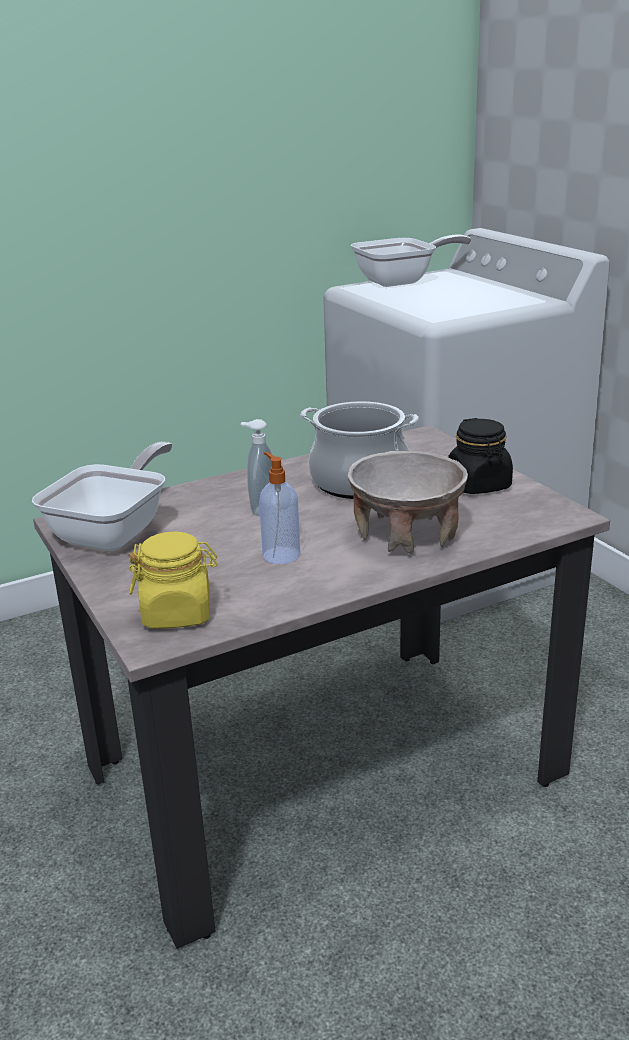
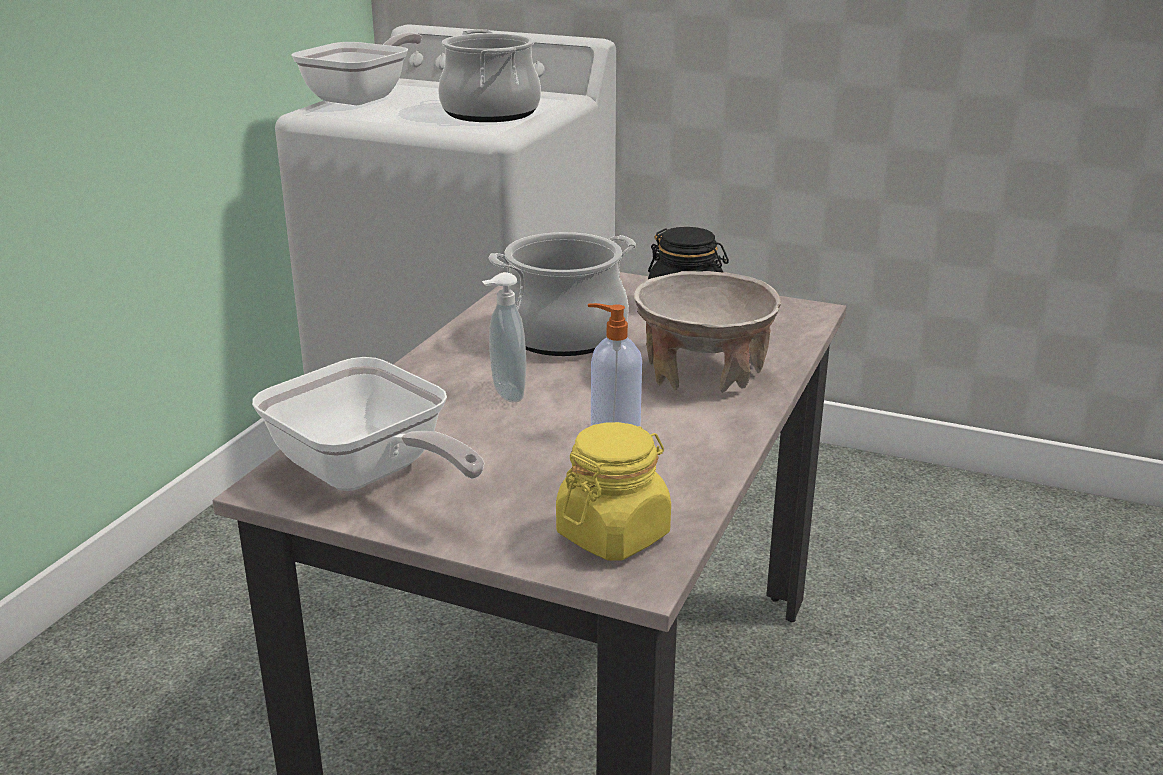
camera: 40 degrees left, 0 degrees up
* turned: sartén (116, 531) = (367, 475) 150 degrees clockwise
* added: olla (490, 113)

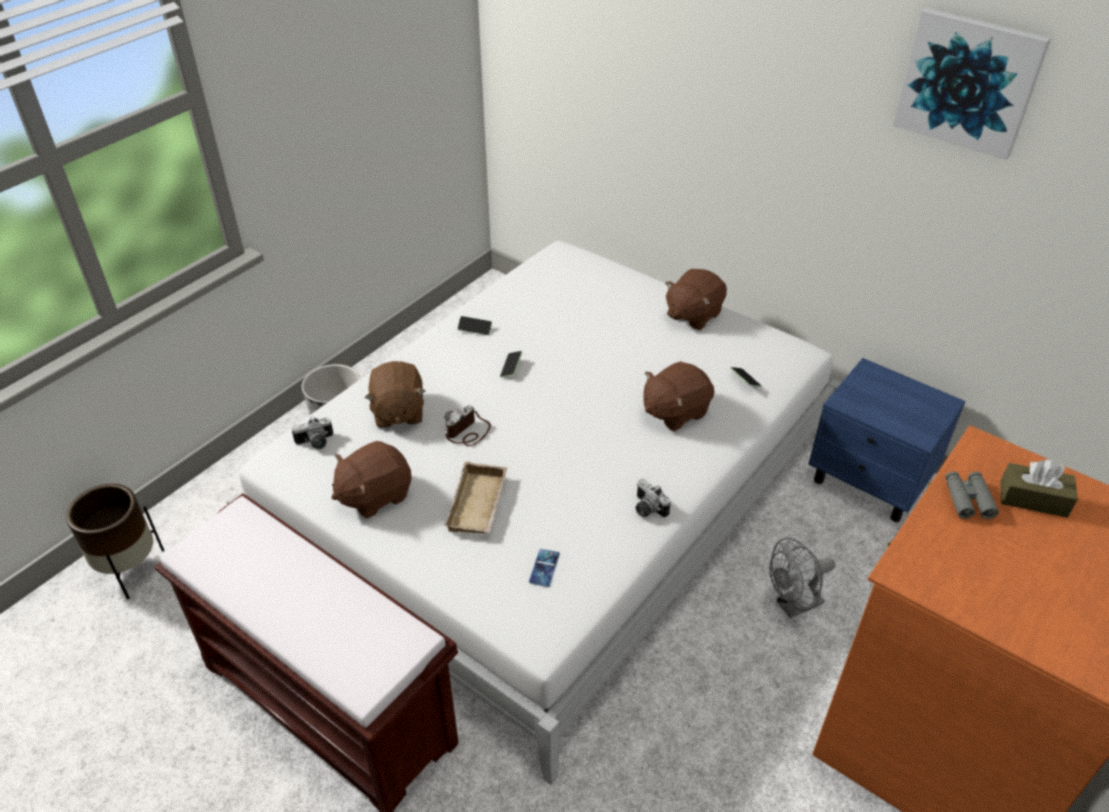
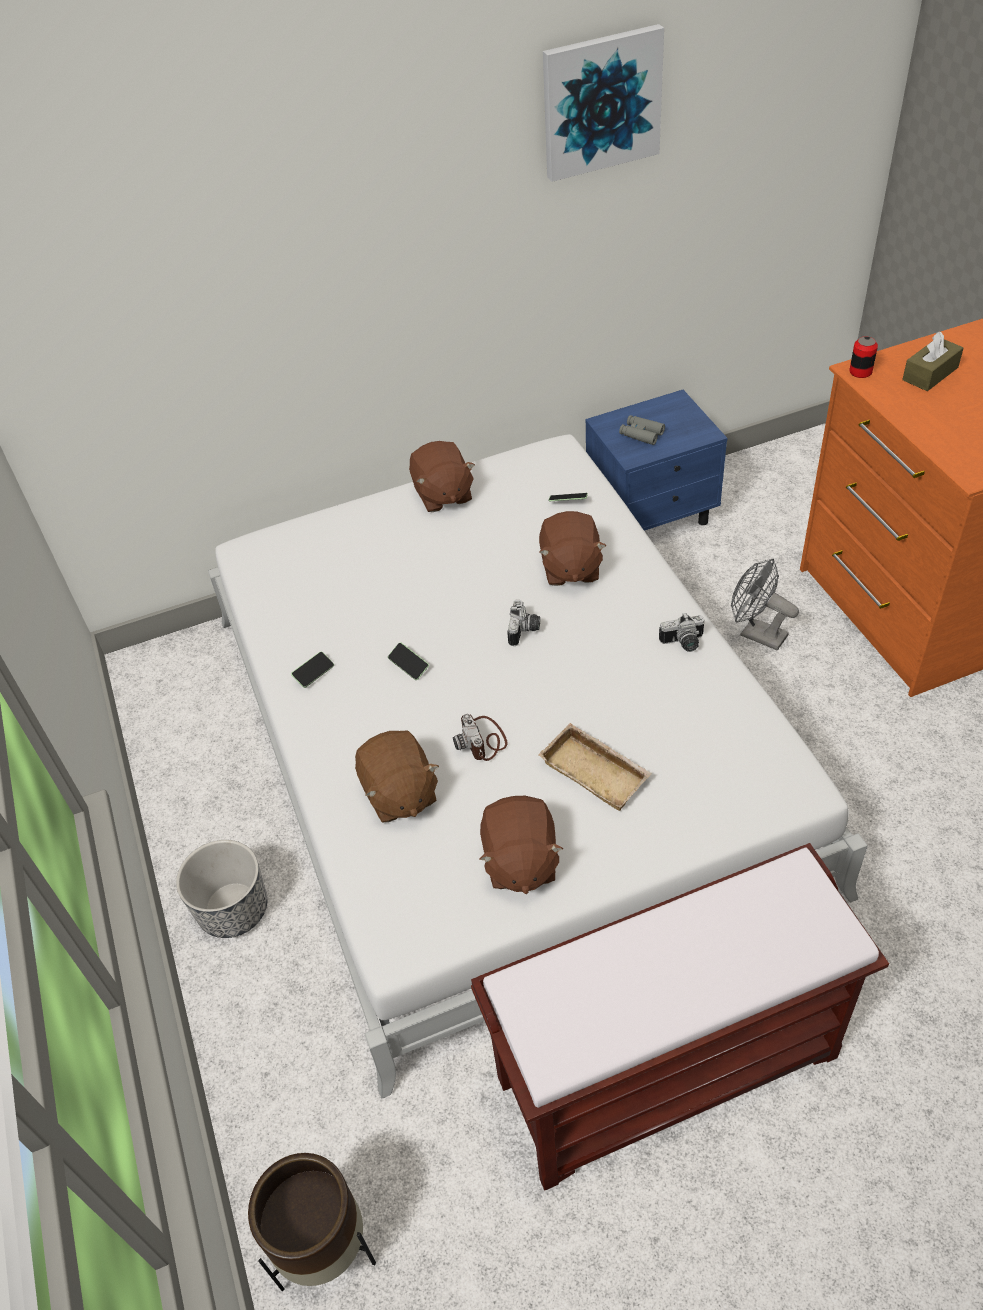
camera: 55 degrees left, 5 degrees up
* turned: peluche [marrón] (398, 412) = (399, 794) 45 degrees clockwise
* moved: cámara (315, 443) to (525, 631)
* moved: prismáticos [gris] (968, 499) to (641, 434)
* turned: ventilador [gris] (793, 606) = (756, 633) 120 degrees clockwise
* added: lata (860, 372)
* removed: móvil (544, 568)

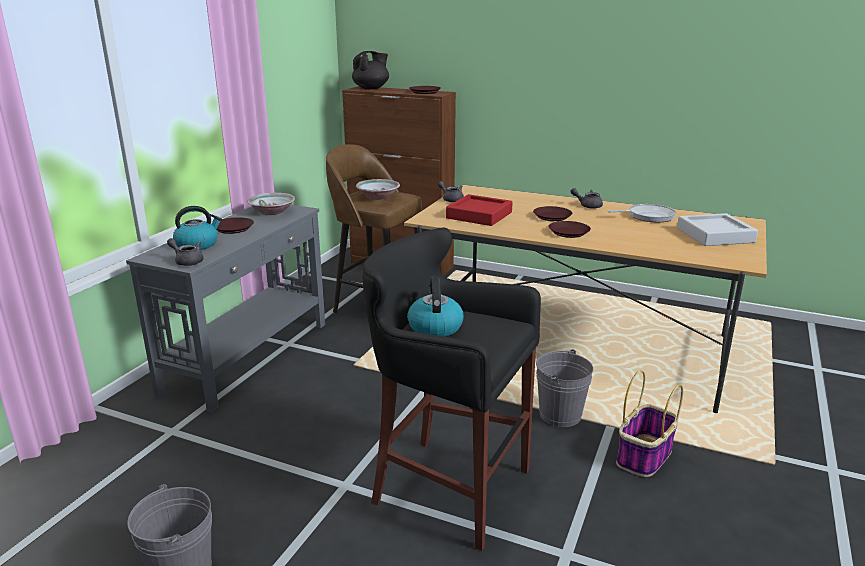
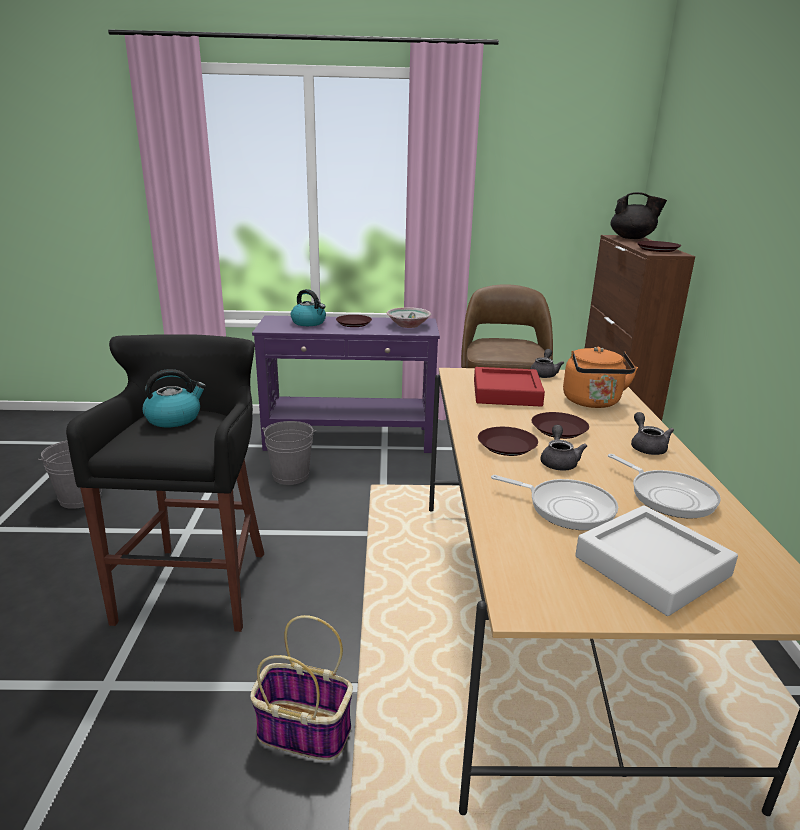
camera: 65 degrees right, 0 degrees up
* recoloured: mesa consola [gris] (249, 356) to mesa consola [morado] (350, 439)
* moved: cubo [gris] (560, 415) to (291, 476)
* added: sartén (566, 507)
* moved: tetera [gris] (187, 261) to (558, 461)
* added: hervidor [naranja] (593, 402)
* removed: cuenco (377, 197)

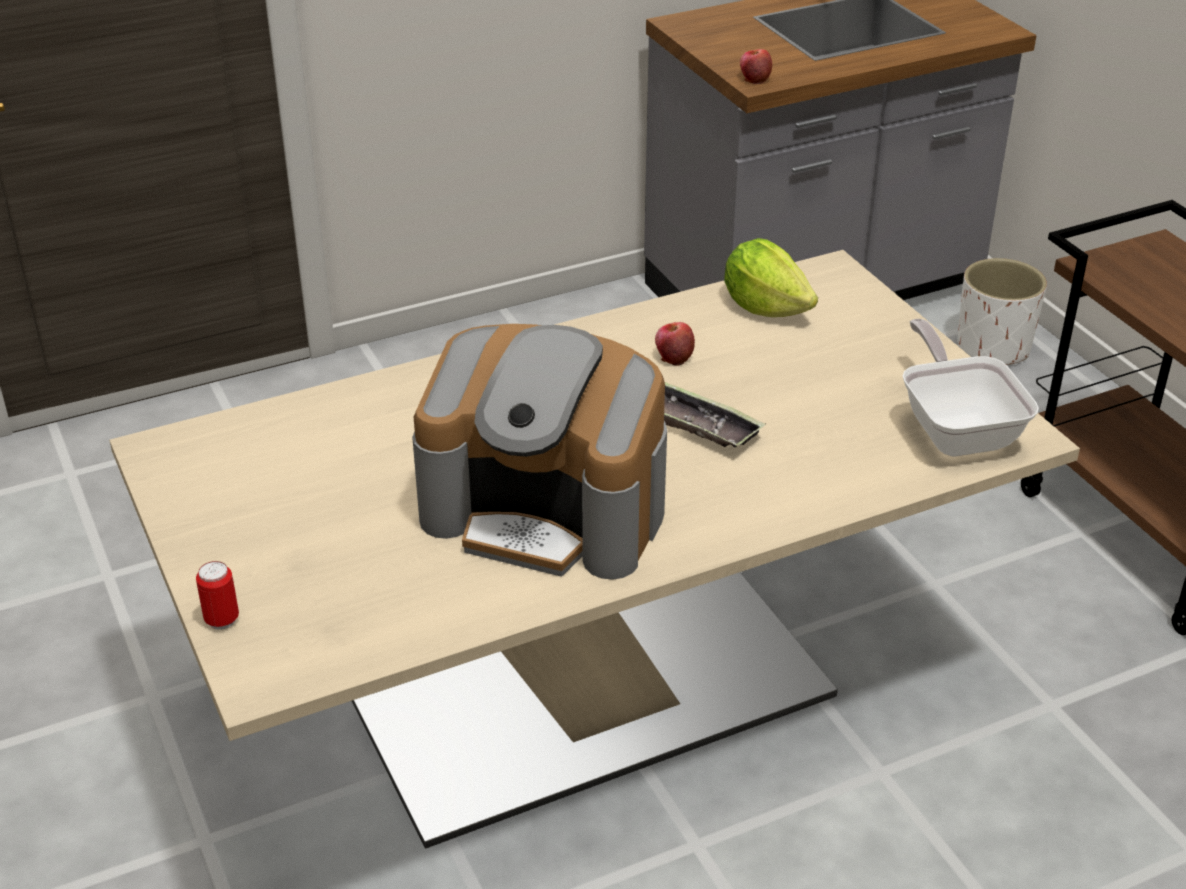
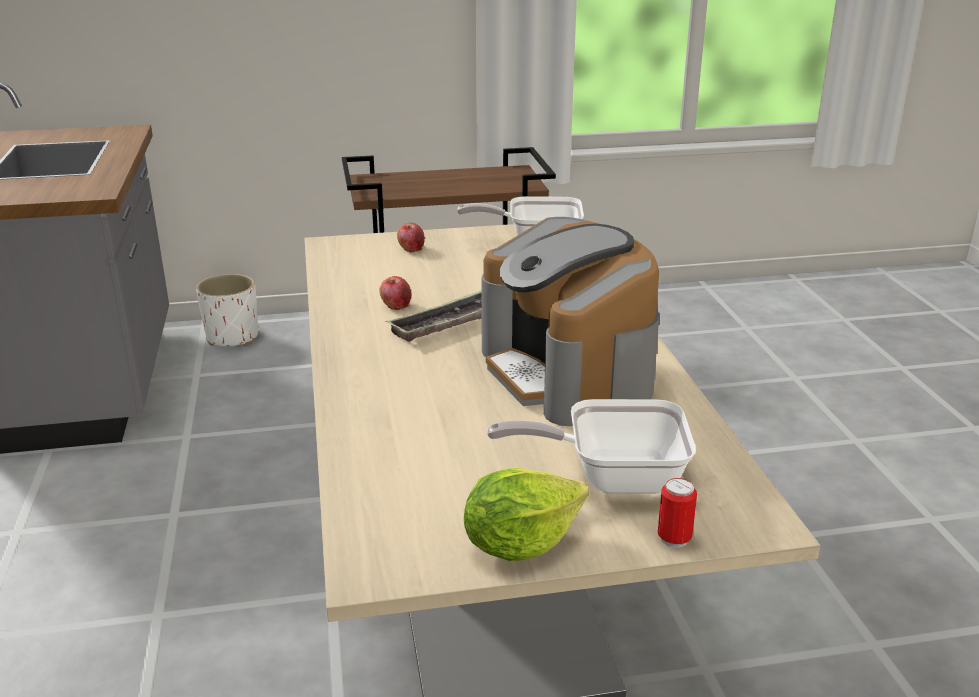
camera: 75 degrees left, 10 degrees down
* moved: manzana (754, 78) to (411, 248)
* moved: lechuga (765, 307) to (520, 543)
* turned: cafetera (547, 511) = (568, 373) 120 degrees clockwise
* added: sartén (611, 477)

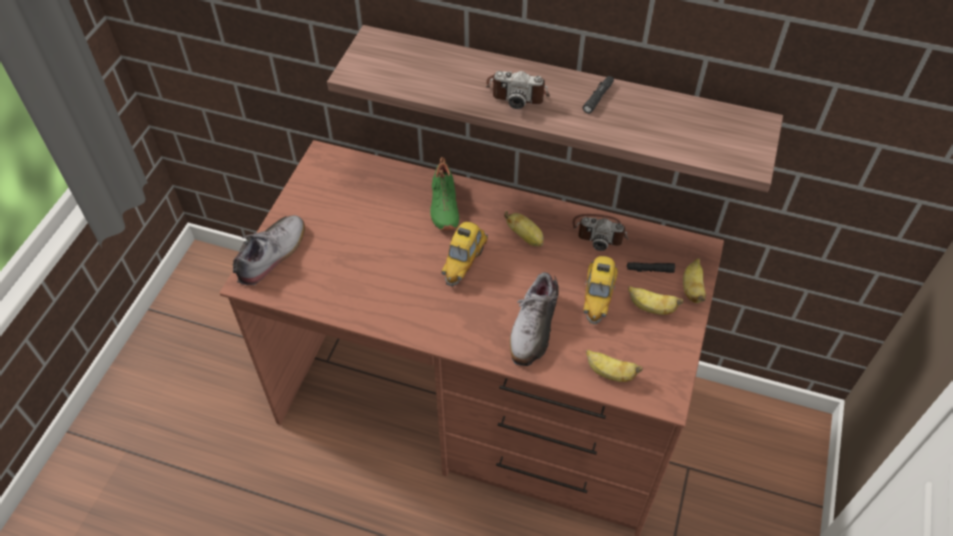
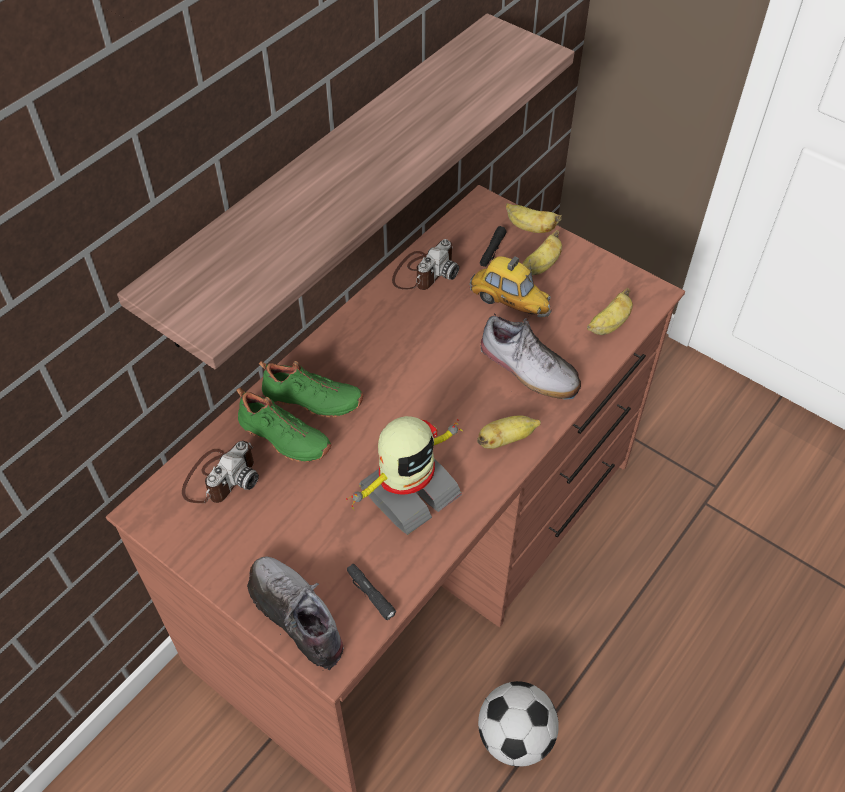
camera: 70 degrees left, 0 degrees up
* moved: cámara (517, 92) to (220, 477)
* added: zapato [verde] (283, 438)
* added: robot de juguete (408, 490)
* moved: linterna [negro] (598, 97) to (370, 594)
* moved: plátano (526, 237) to (506, 440)
* added: balón de fútbol (514, 736)
* removed: coche de juguete (464, 261)

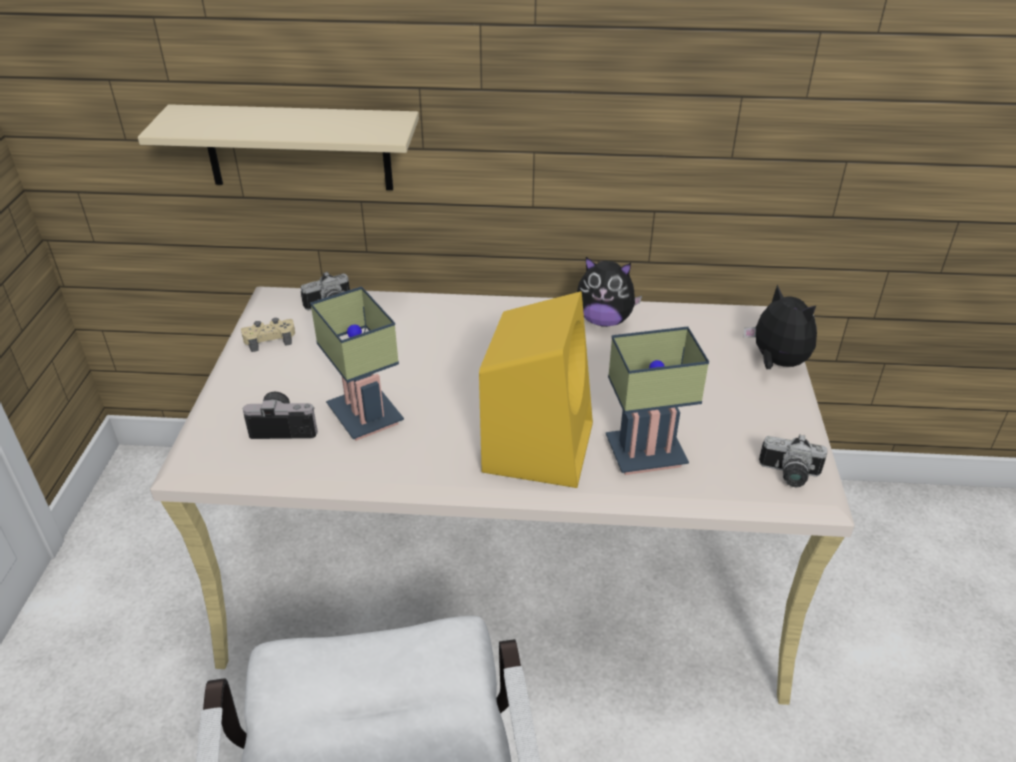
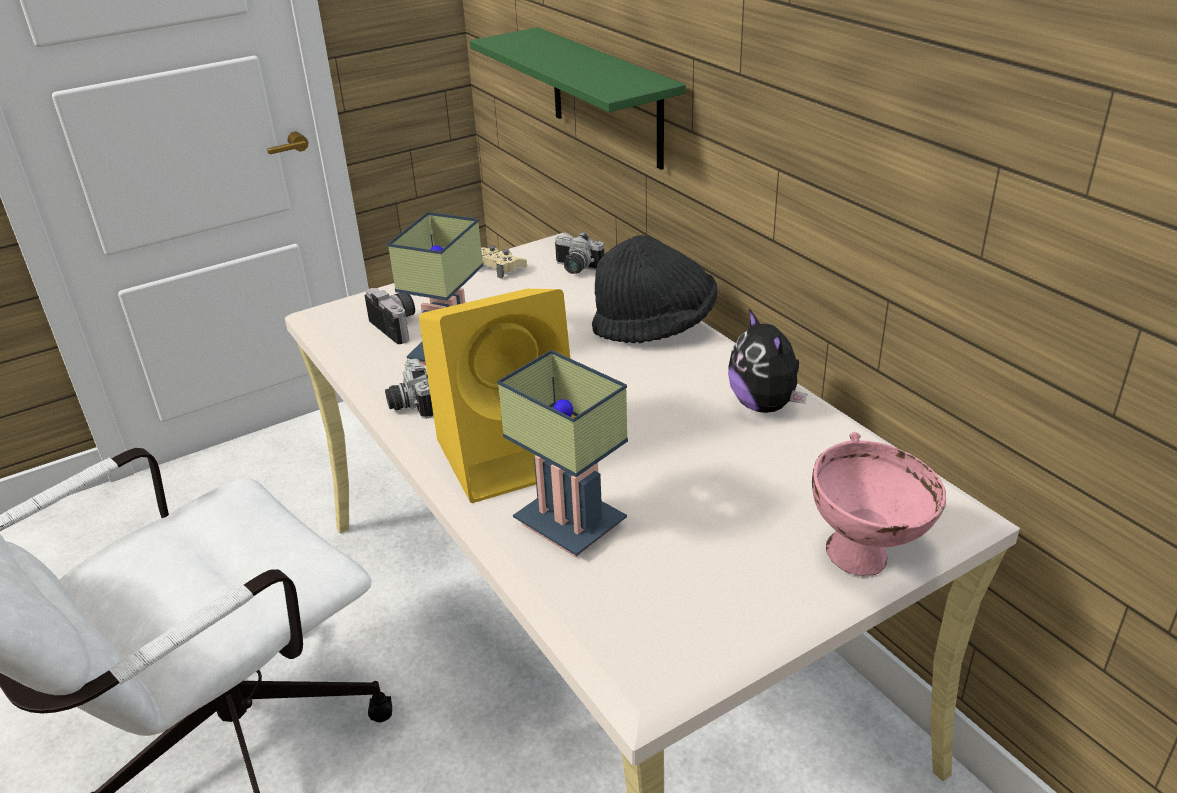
camera: 55 degrees right, 5 degrees down
* moved: cámara (789, 475) to (409, 404)
* recoloured: estante [beis] (298, 148) to estante [verde] (606, 98)
* added: sombrero [negro] (654, 327)
* replaced: peluche (776, 362) to cuenco [rosa] (865, 556)

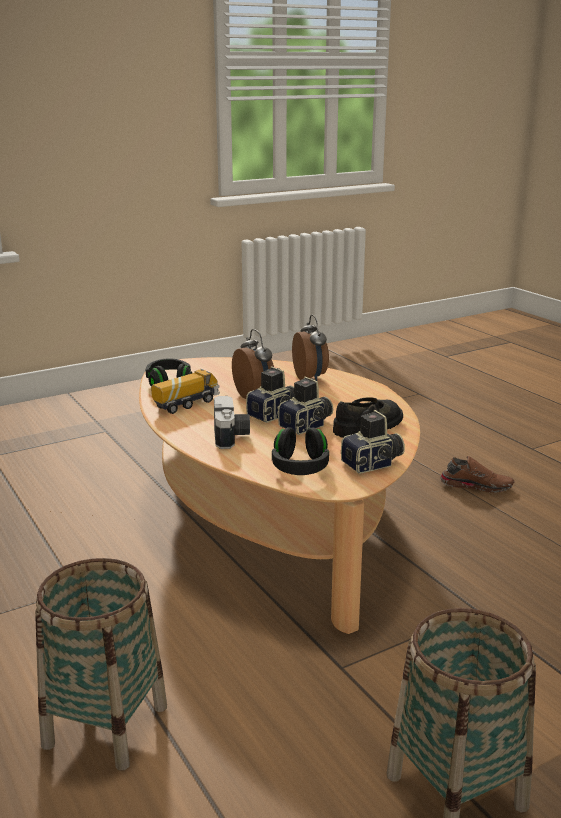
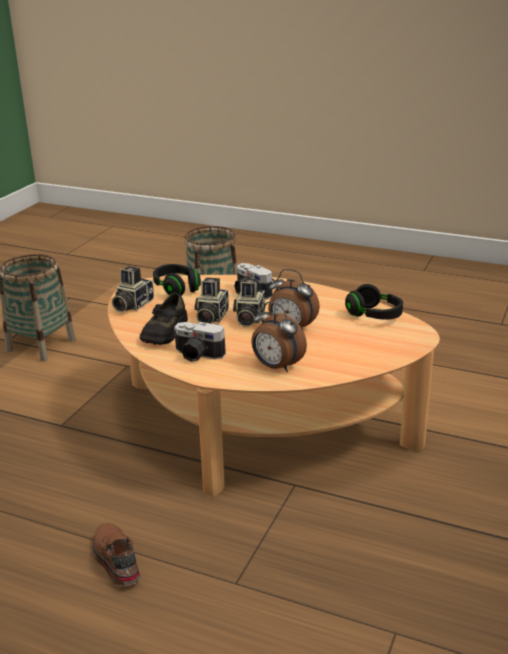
camera: 145 degrees right, 5 degrees up
* turned: zapato [marrón] (476, 485) = (115, 561) 90 degrees clockwise
* added: cámara (197, 355)
* removed: camión de juguete (186, 404)

